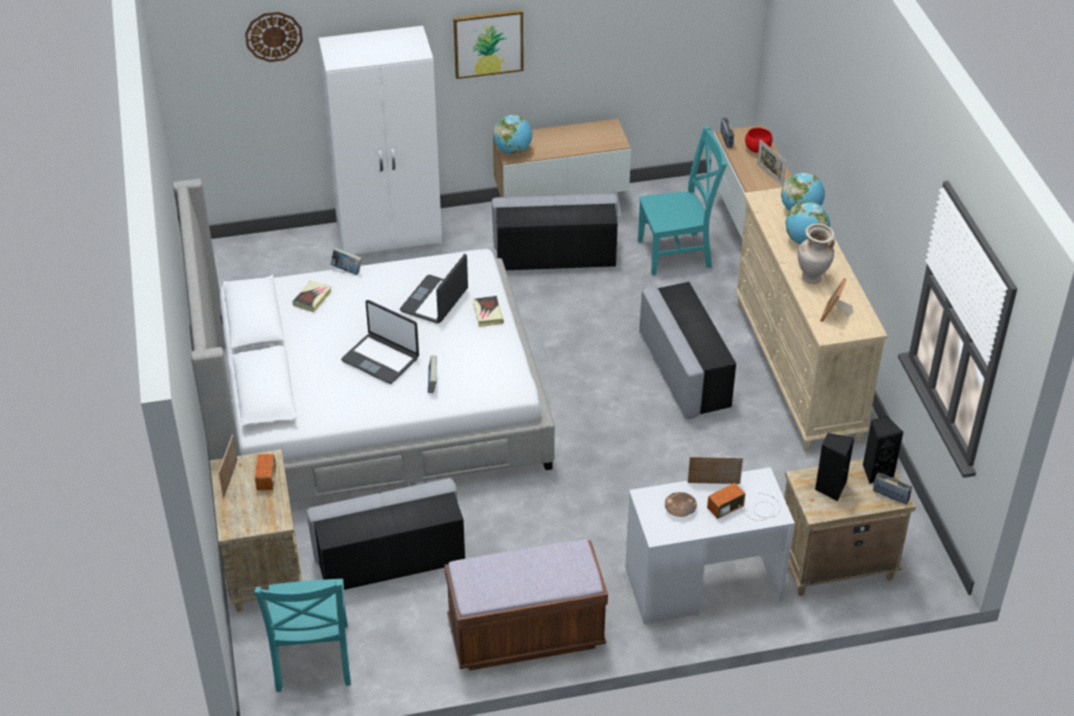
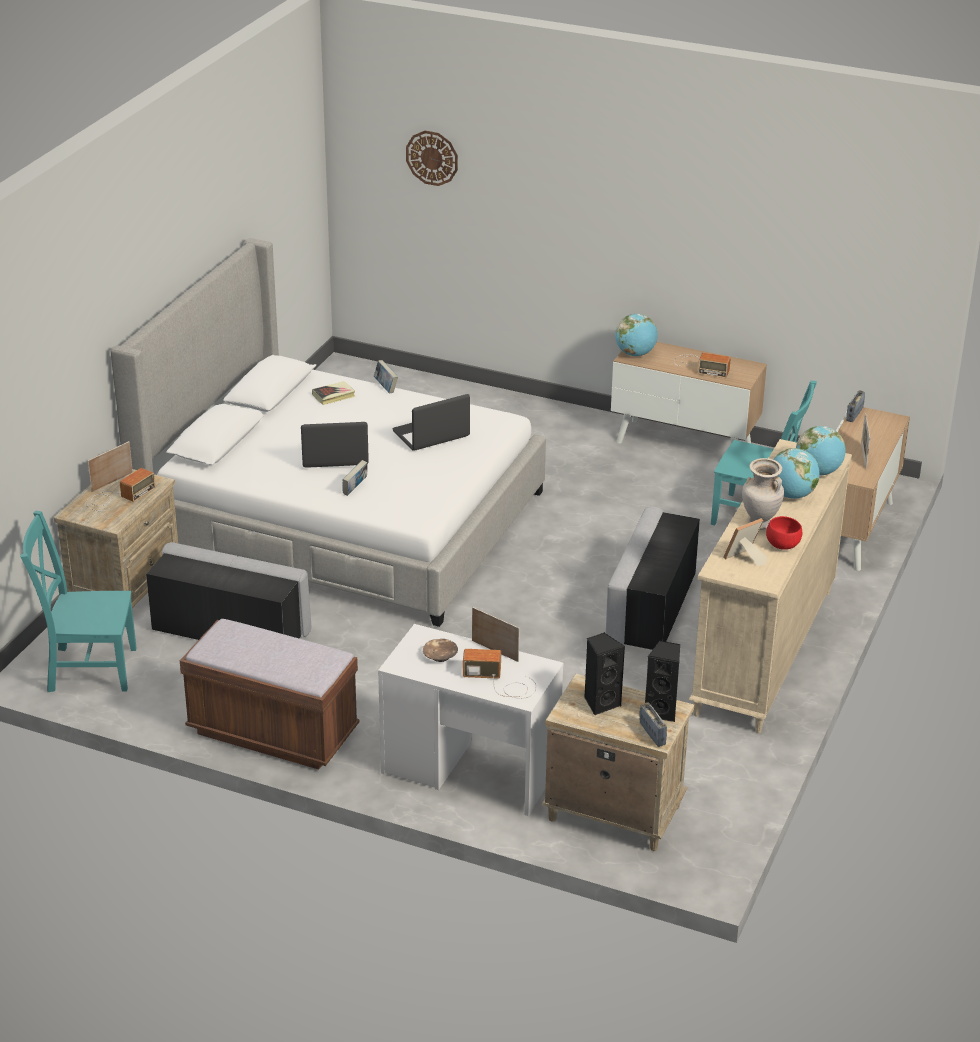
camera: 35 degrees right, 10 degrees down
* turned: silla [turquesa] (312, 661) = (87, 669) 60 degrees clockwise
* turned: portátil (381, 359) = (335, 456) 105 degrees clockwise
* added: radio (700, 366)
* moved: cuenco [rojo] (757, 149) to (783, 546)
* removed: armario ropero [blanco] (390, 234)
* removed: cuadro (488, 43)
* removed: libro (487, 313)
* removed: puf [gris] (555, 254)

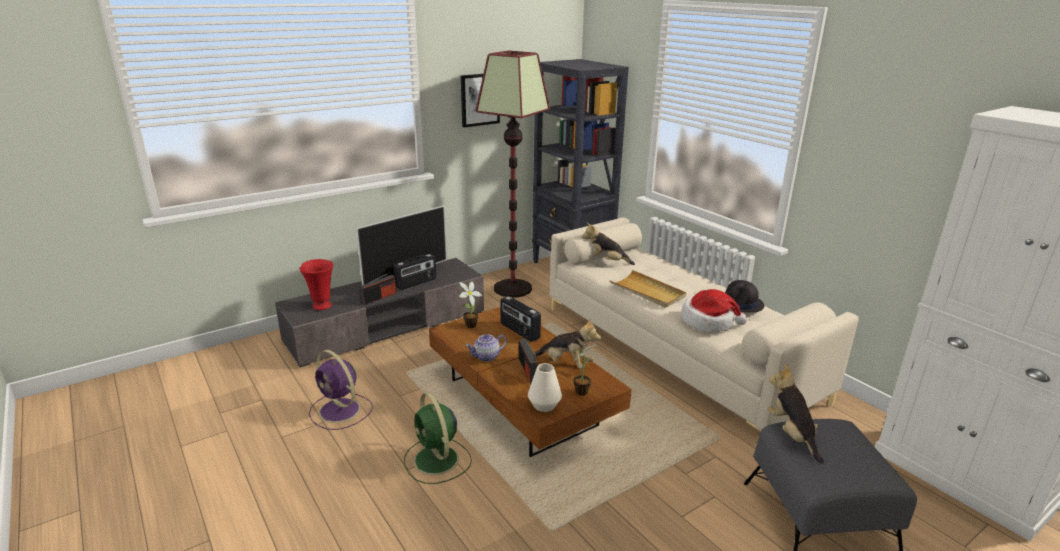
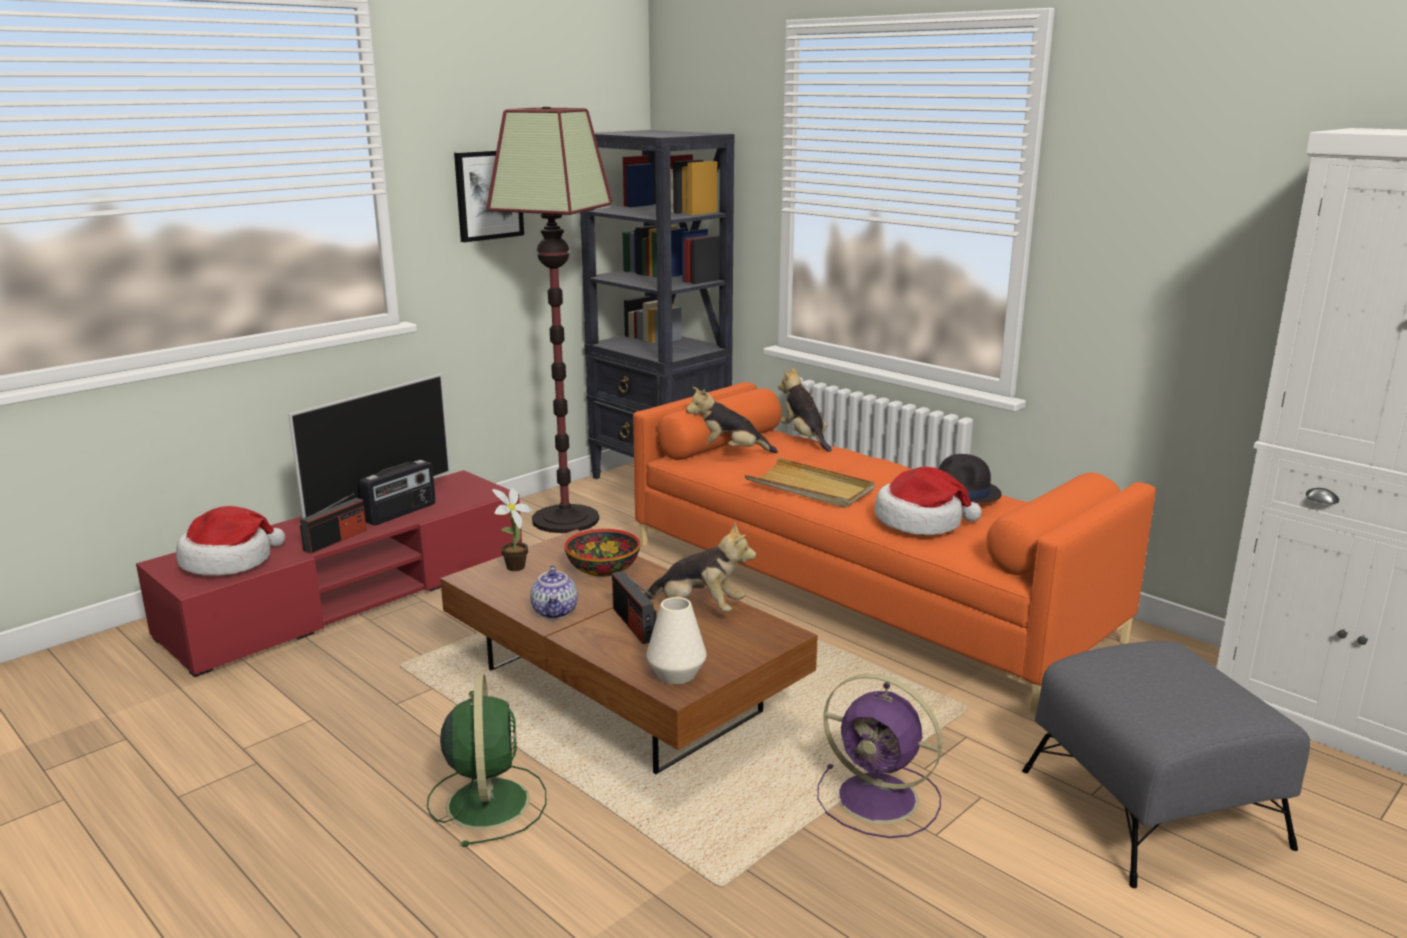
camera: 10 degrees left, 5 degrees down
* recoloured: mueble de televisión [gris] (387, 326) to mueble de televisión [rojo] (351, 596)
* replaced: florero [rojo] (322, 305) to sombrero (229, 561)
* turned: ventilador [verde] (437, 461) = (488, 801) 150 degrees counterclockwise
* turned: tetera (486, 357) = (555, 612) 60 degrees counterclockwise
* replaced: radio (519, 331) to cuenco (604, 568)
* recoloured: sofá [beis] (676, 352) to sofá [naranja] (863, 589)
* moved: peluche (792, 434) to (804, 438)
* moved: ventilador [morado] (341, 411) to (880, 799)
* removed: planta en maceta (583, 391)

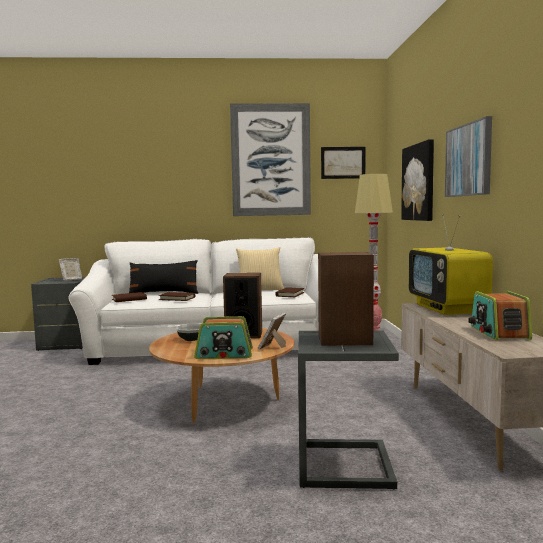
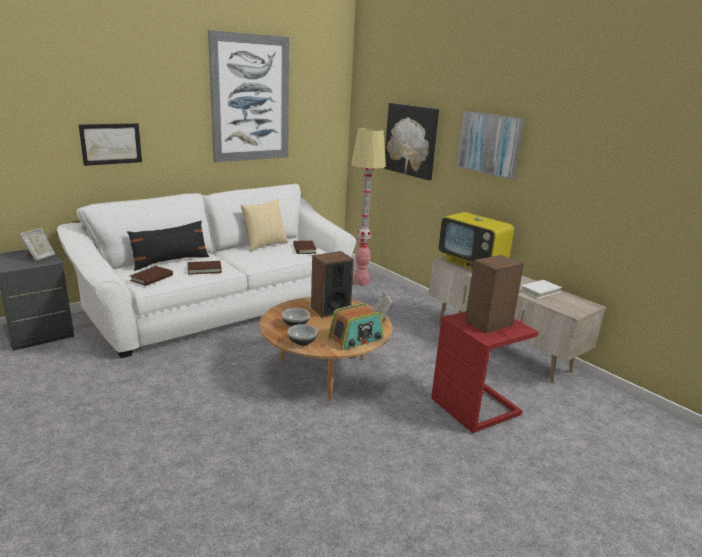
camera: 35 degrees left, 15 degrees up
* moved: cuadro (343, 162) to (111, 144)
* added: cuenco (302, 342)
* recoloured: mesa auxiliar [gris] (346, 467) to mesa auxiliar [rojo] (477, 407)
* replaced: radio (498, 333) to libro [blanco] (540, 291)

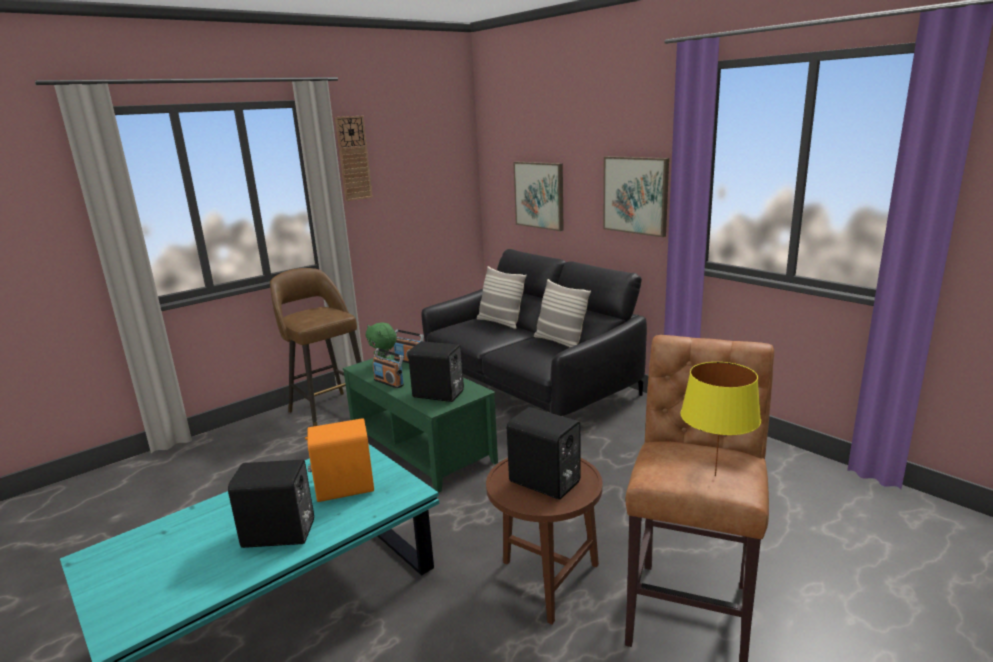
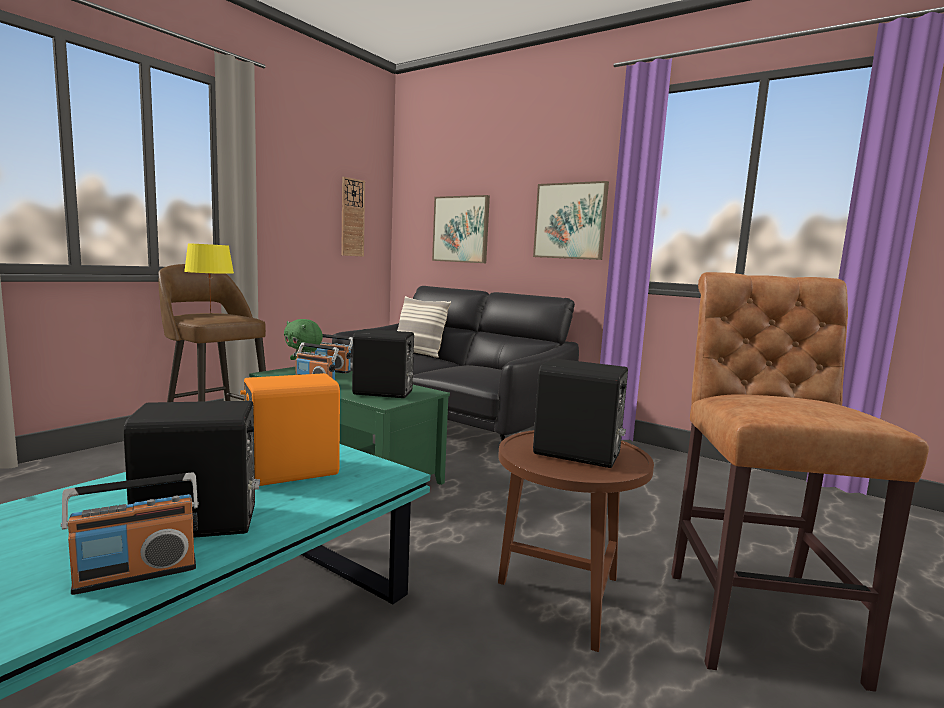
camera: 15 degrees left, 10 degrees down
* added: radio (136, 574)
* moved: lámpara de mesa [amarillo] (714, 476) to (210, 313)
* moved: reloj de pared (353, 158) to (352, 217)
* removed: cojín (560, 342)

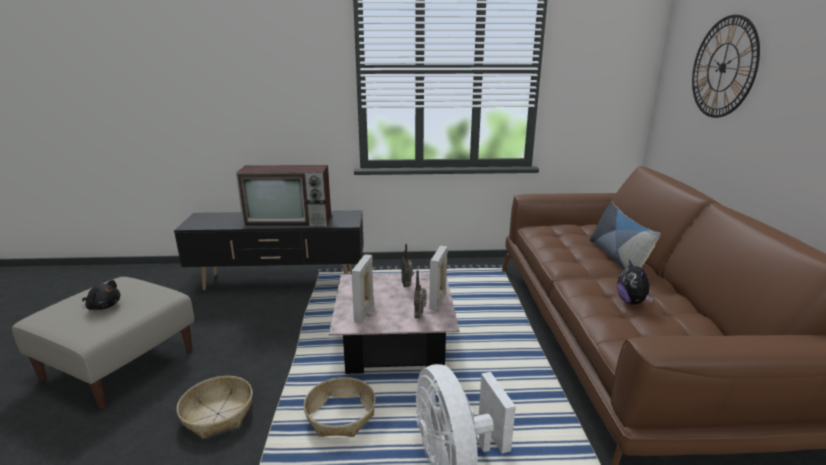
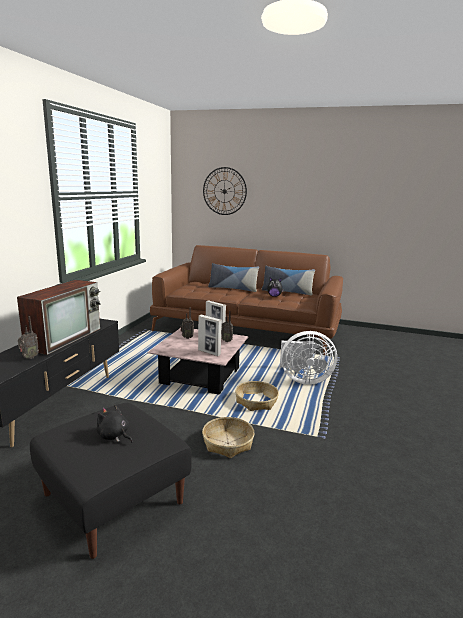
camera: 70 degrees left, 5 degrees down
* added: radio (29, 358)
* recoloured: puf [beis] (120, 363) to puf [negro] (112, 498)
* turned: peluche [negro] (104, 306) = (114, 436) 90 degrees counterclockwise
* added: cojín (287, 292)

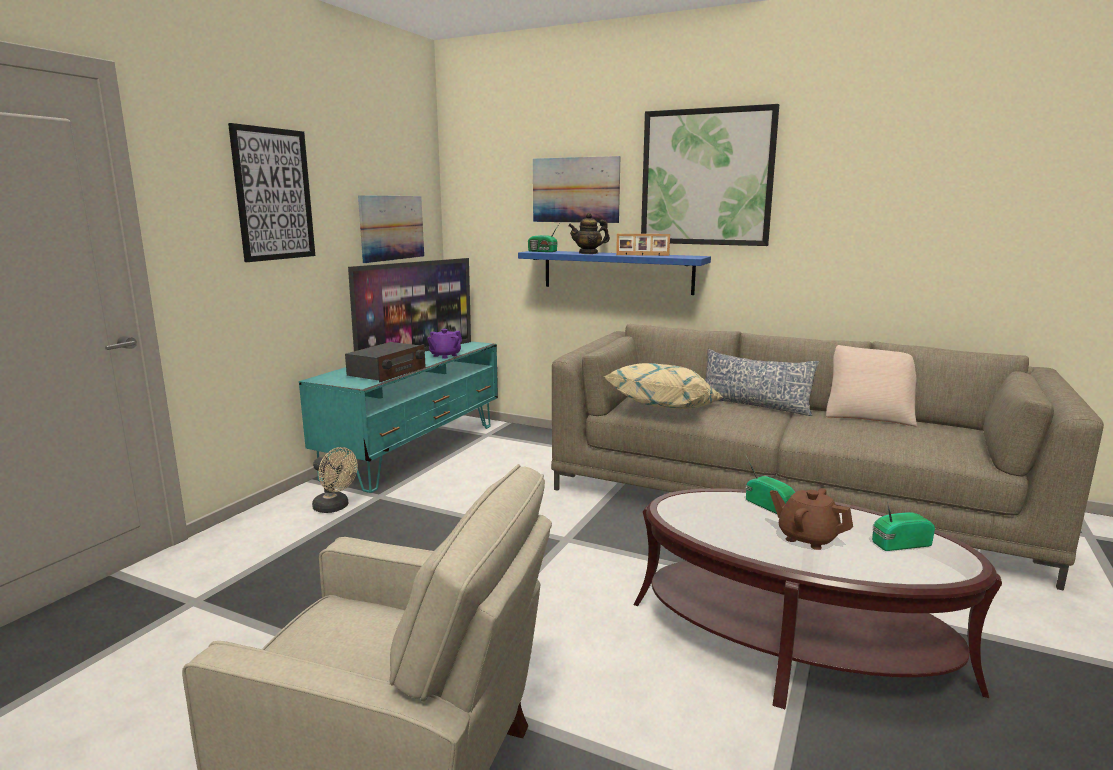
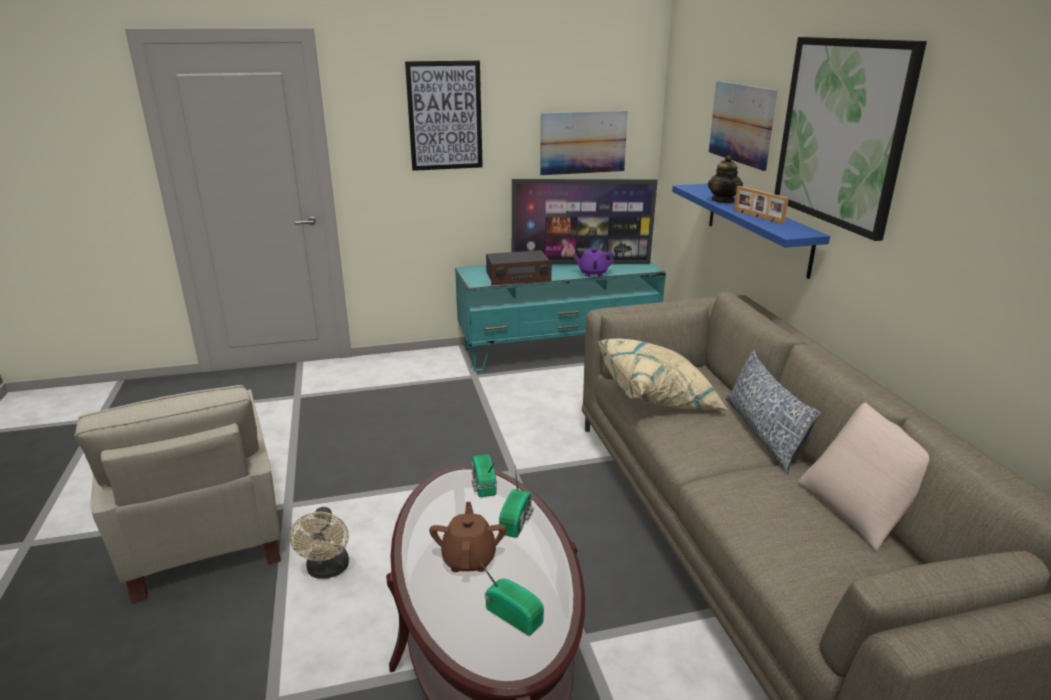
camera: 50 degrees right, 10 degrees up
* moved: ventilador [beis] (335, 507) to (327, 570)
* moved: radio (543, 251) to (483, 485)
* turned: tetera (588, 253) = (723, 201) 120 degrees counterclockwise

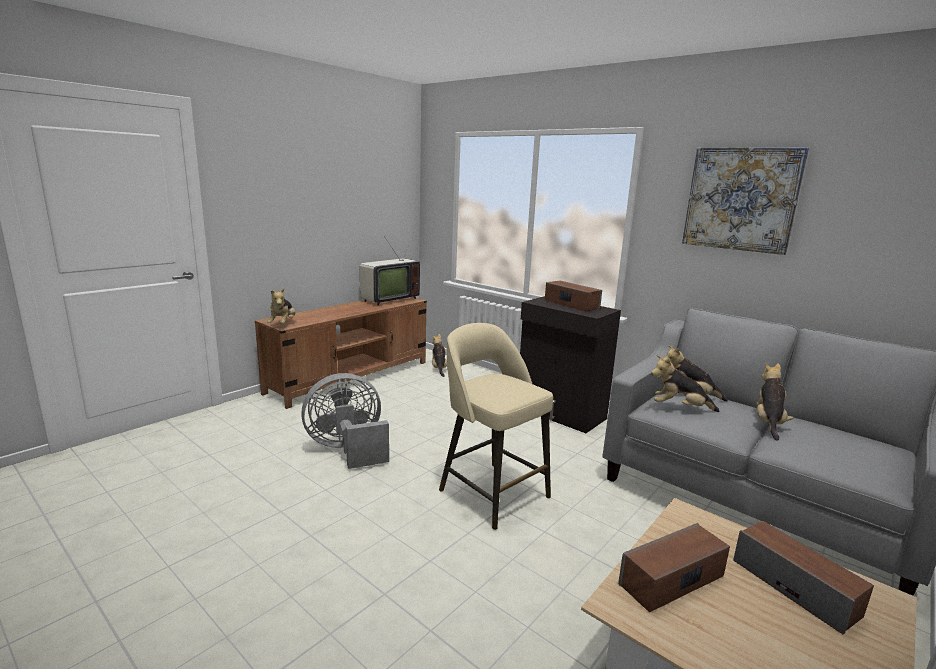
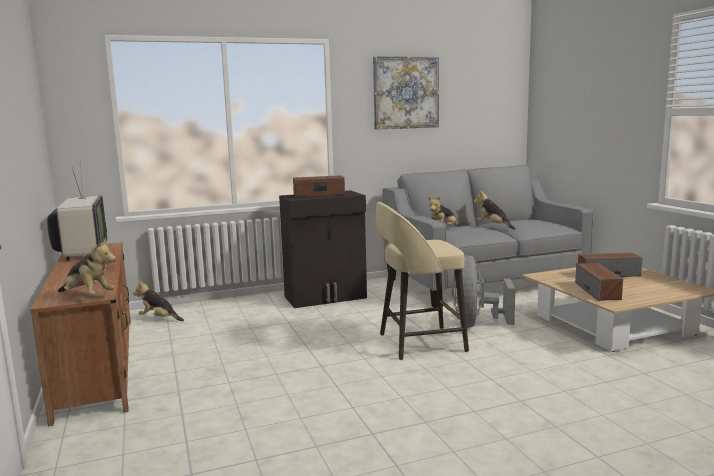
camera: 60 degrees left, 5 degrees down
* moved: ventilador [gris] (348, 450) to (475, 324)
* removed: peluche (679, 408)

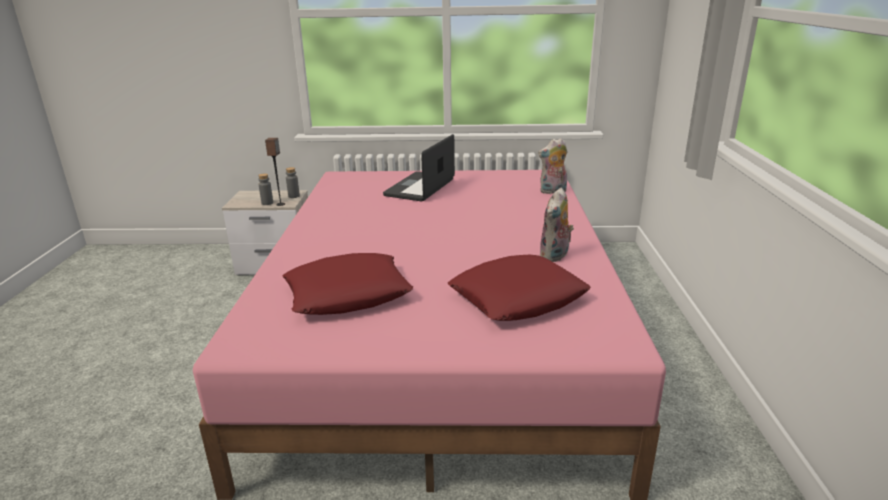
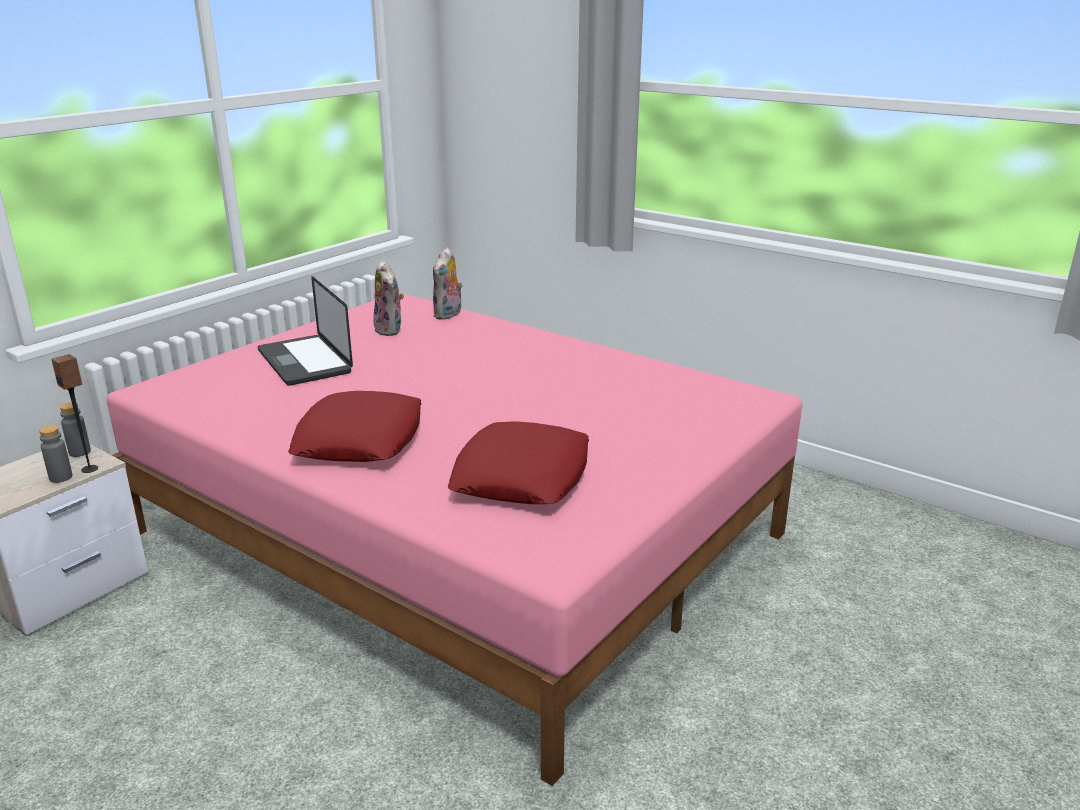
camera: 55 degrees left, 0 degrees up
* moved: cojín [rojo] (518, 297) to (359, 439)
* moved: peluche (555, 256) to (390, 330)

